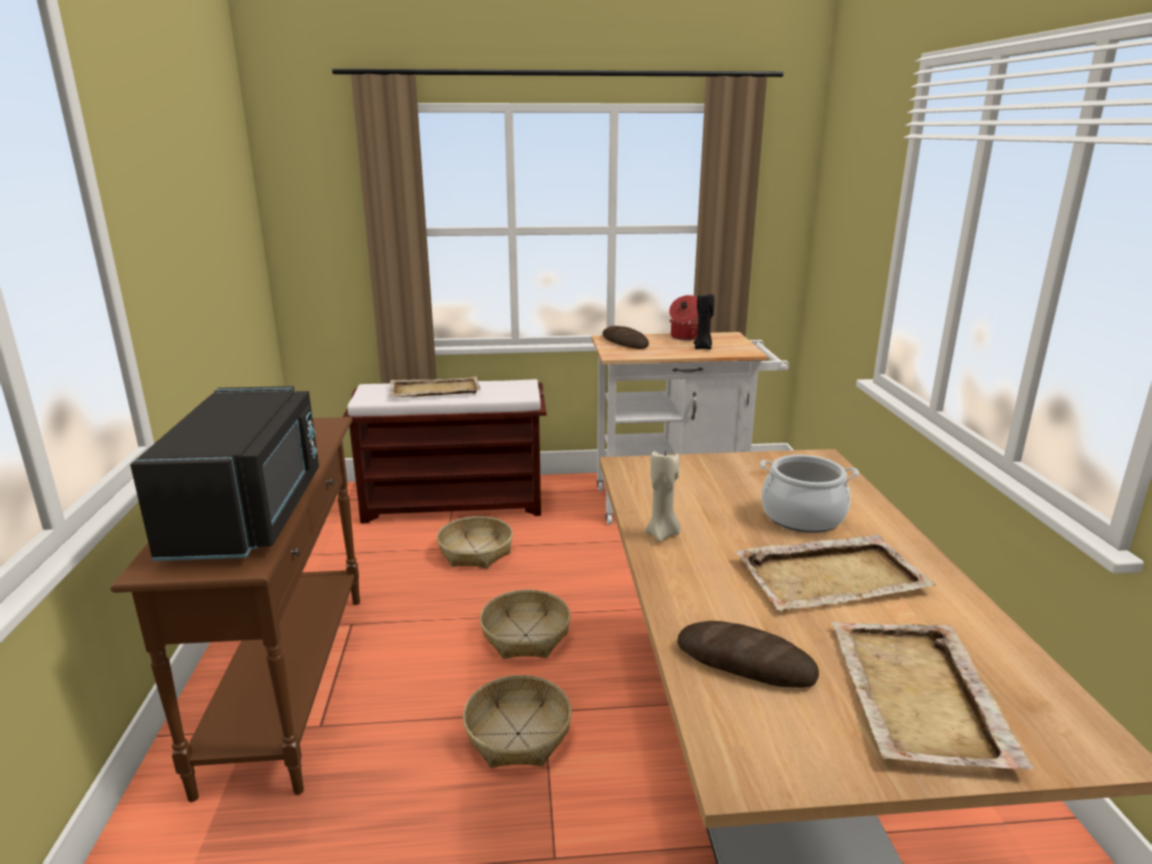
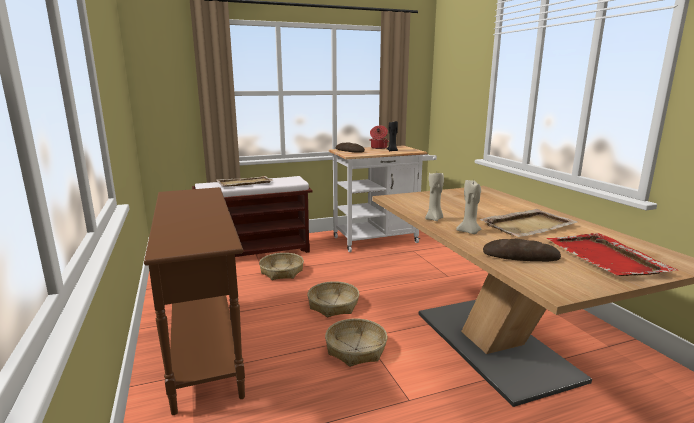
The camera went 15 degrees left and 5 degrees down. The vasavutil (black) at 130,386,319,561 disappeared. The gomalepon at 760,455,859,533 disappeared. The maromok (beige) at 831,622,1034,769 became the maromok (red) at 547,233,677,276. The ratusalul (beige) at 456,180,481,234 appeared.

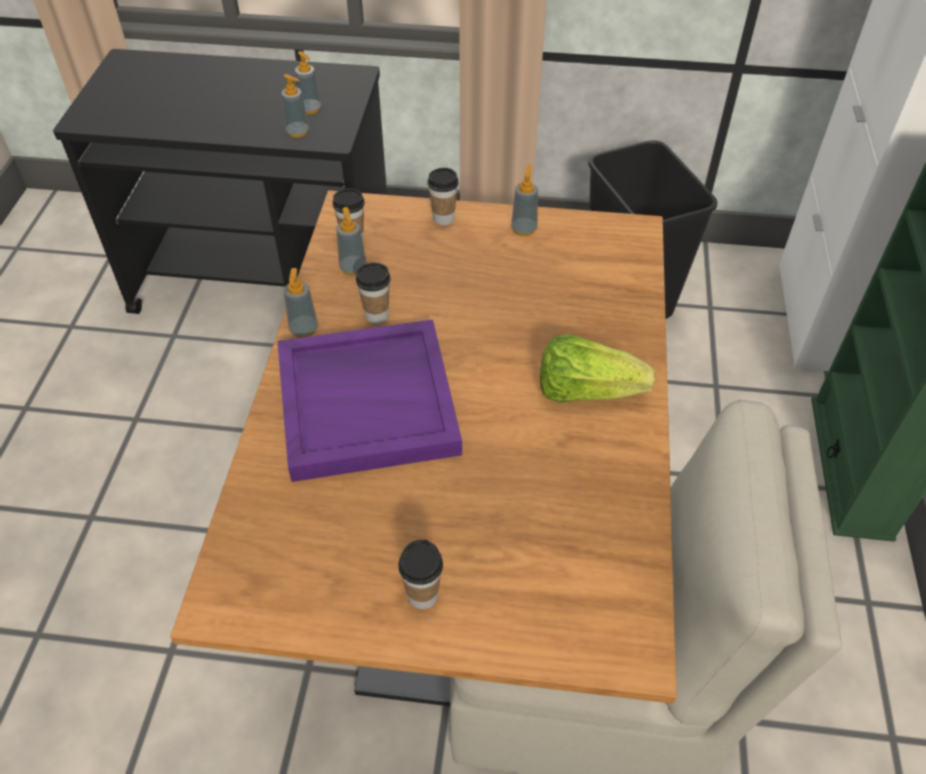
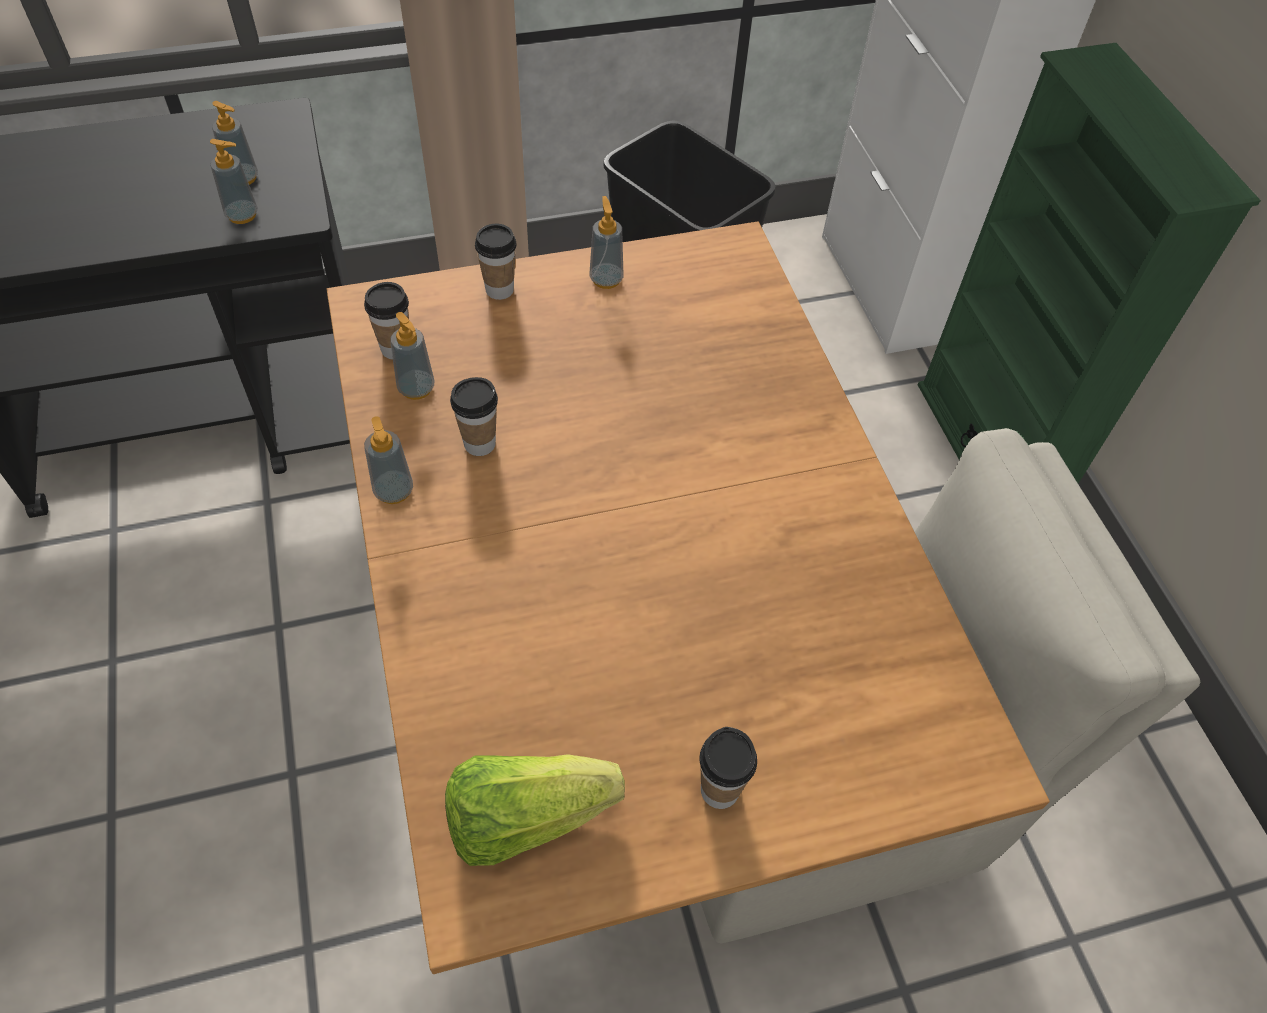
The camera went 25 degrees left and 5 degrees up. The maromok (purple) at 277,320,462,482 disappeared. The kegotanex moved from 540,334,655,402 to 445,754,625,866.

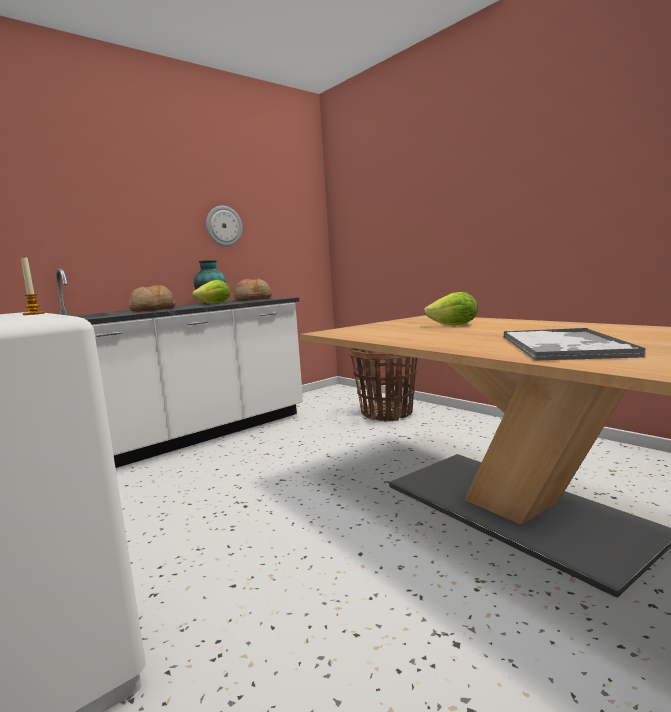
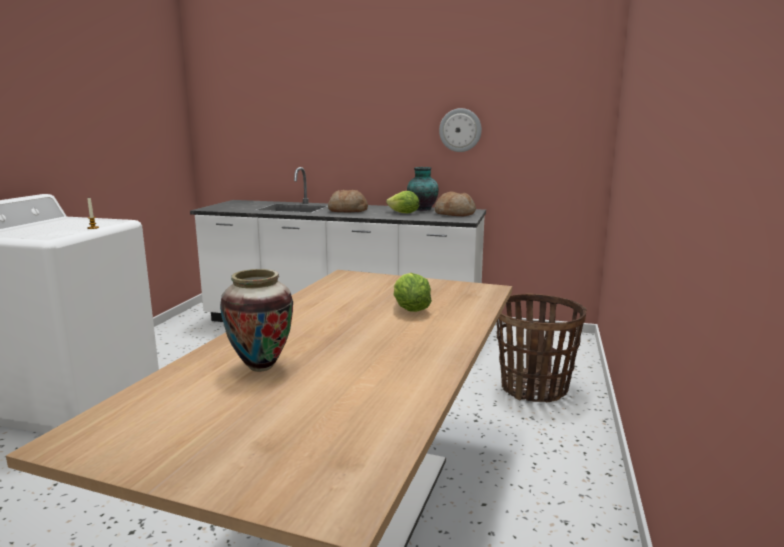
The camera went 55 degrees right and 5 degrees up. The maromok at 504,328,646,361 was replaced by the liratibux at 220,269,293,372.

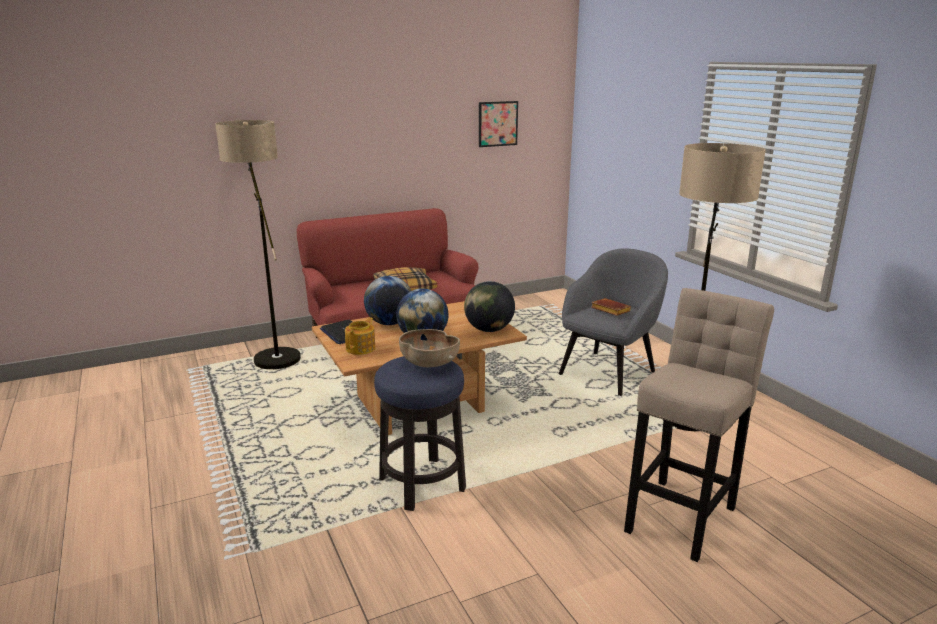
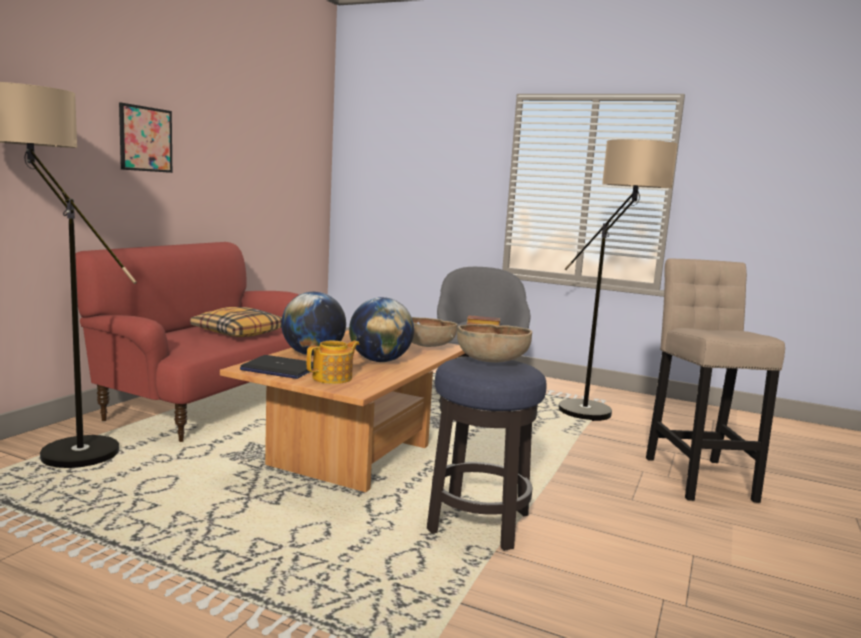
The camera went 40 degrees left and 10 degrees down. The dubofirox moved from 479,101,518,147 to 119,103,172,173. The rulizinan at 464,281,515,332 was replaced by the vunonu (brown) at 412,317,458,347. The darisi at 345,317,375,355 turned 60 degrees clockwise.

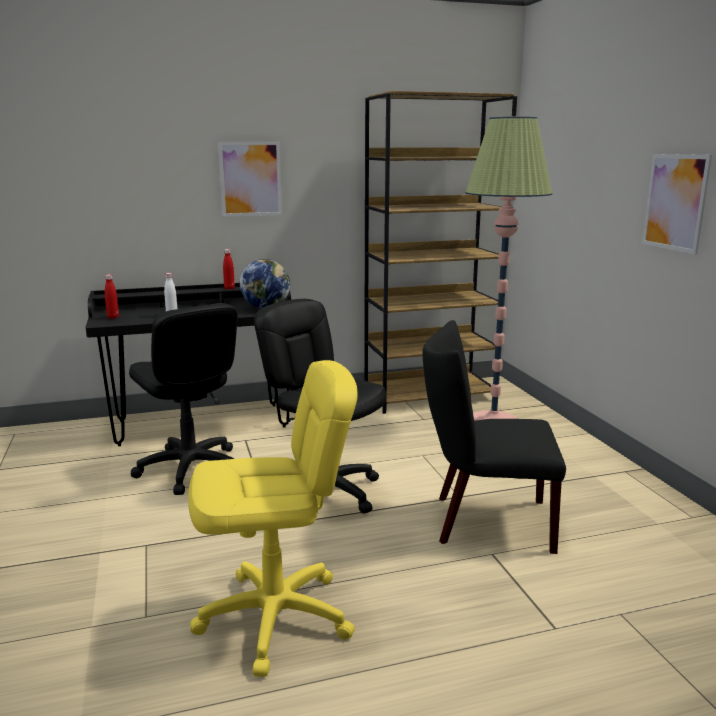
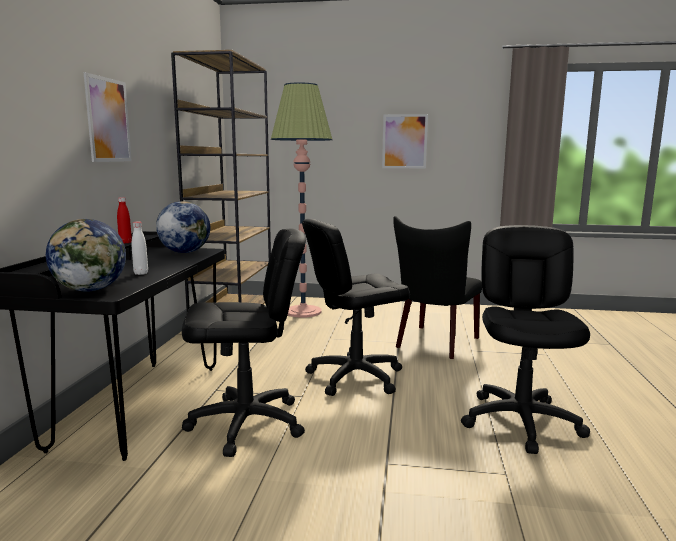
The camera went 65 degrees left and 5 degrees down. The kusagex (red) at 105,274,119,319 was replaced by the rulizinan at 46,219,126,291. The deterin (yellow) at 188,360,358,677 became the deterin (black) at 461,225,590,454.

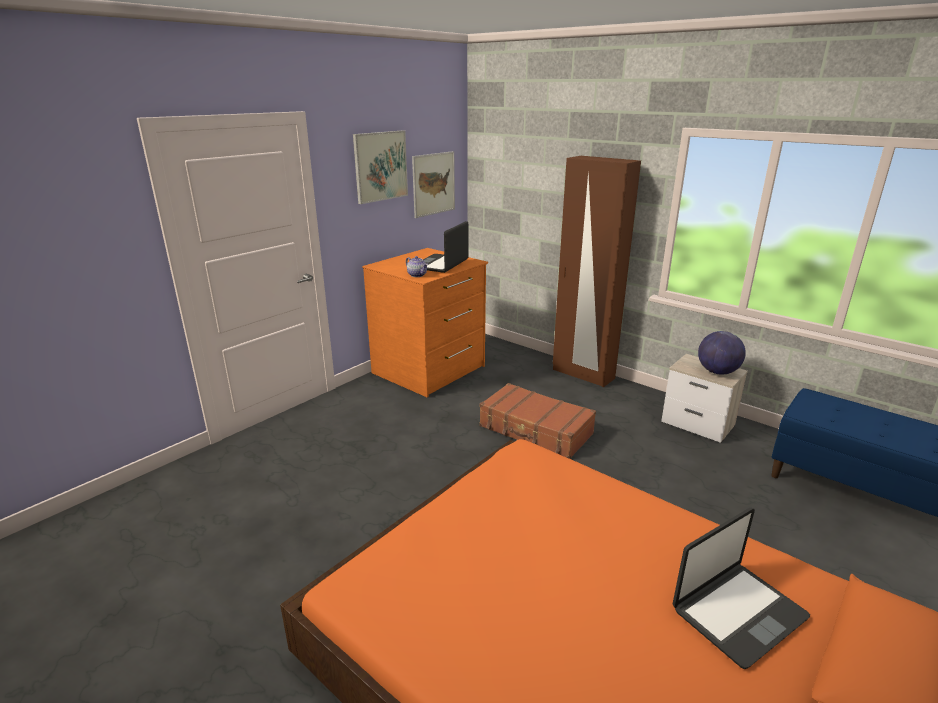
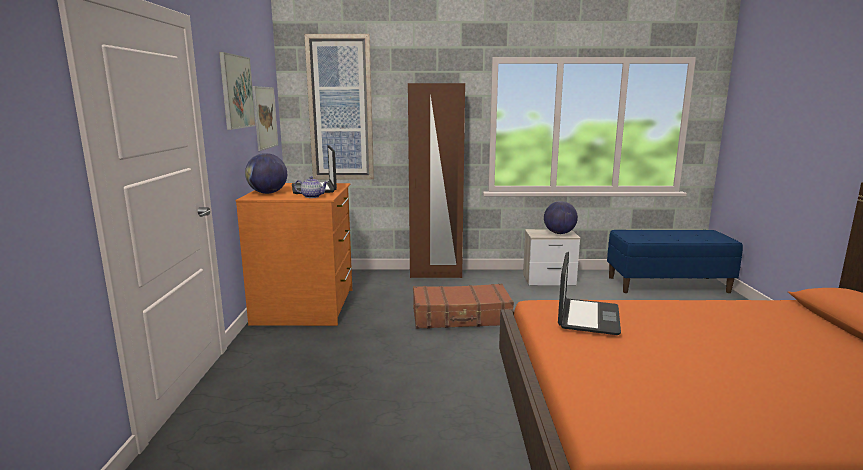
The camera went 40 degrees left and 10 degrees down. The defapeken moved from 673,508,810,669 to 558,252,621,335. The dubofirox at 304,34,374,180 appeared. The rulizinan at 245,153,287,194 appeared.

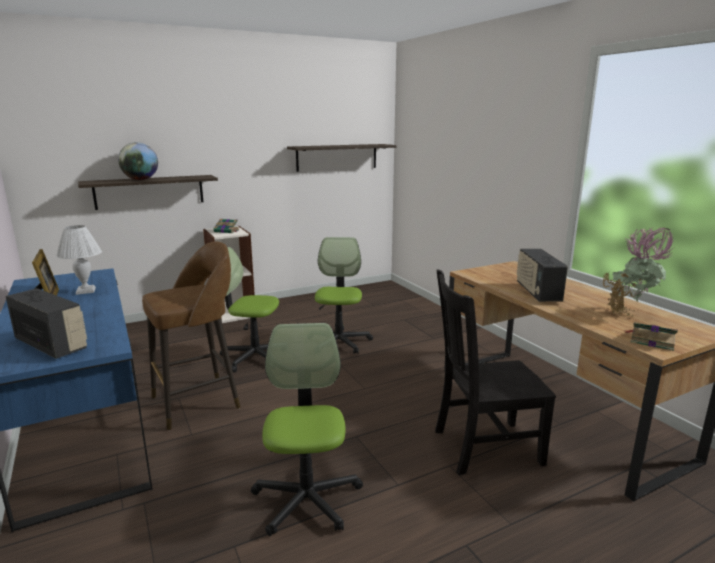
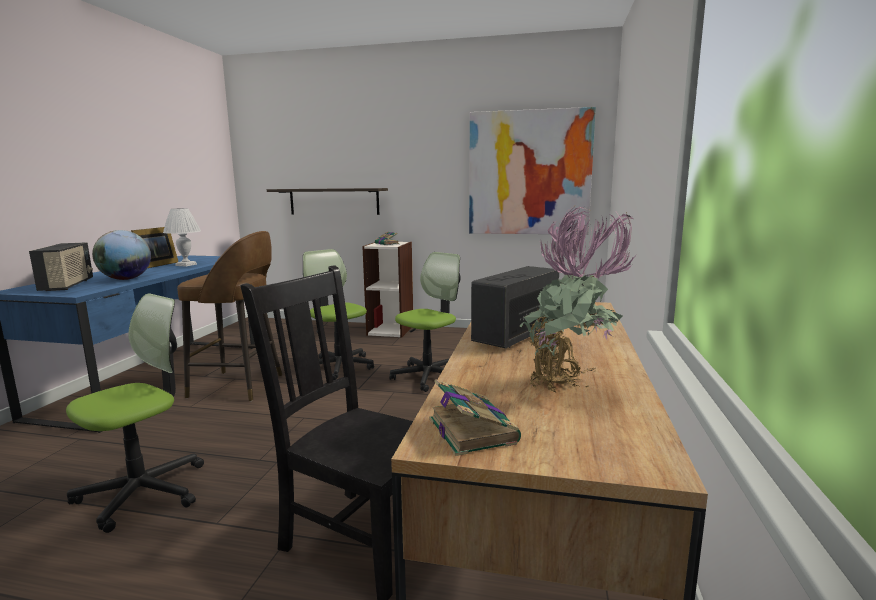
The camera went 40 degrees right and 5 degrees down. The rulizinan moved from 118,142,158,180 to 92,230,151,280. The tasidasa at 287,144,397,172 was replaced by the dubofirox at 469,107,596,235.

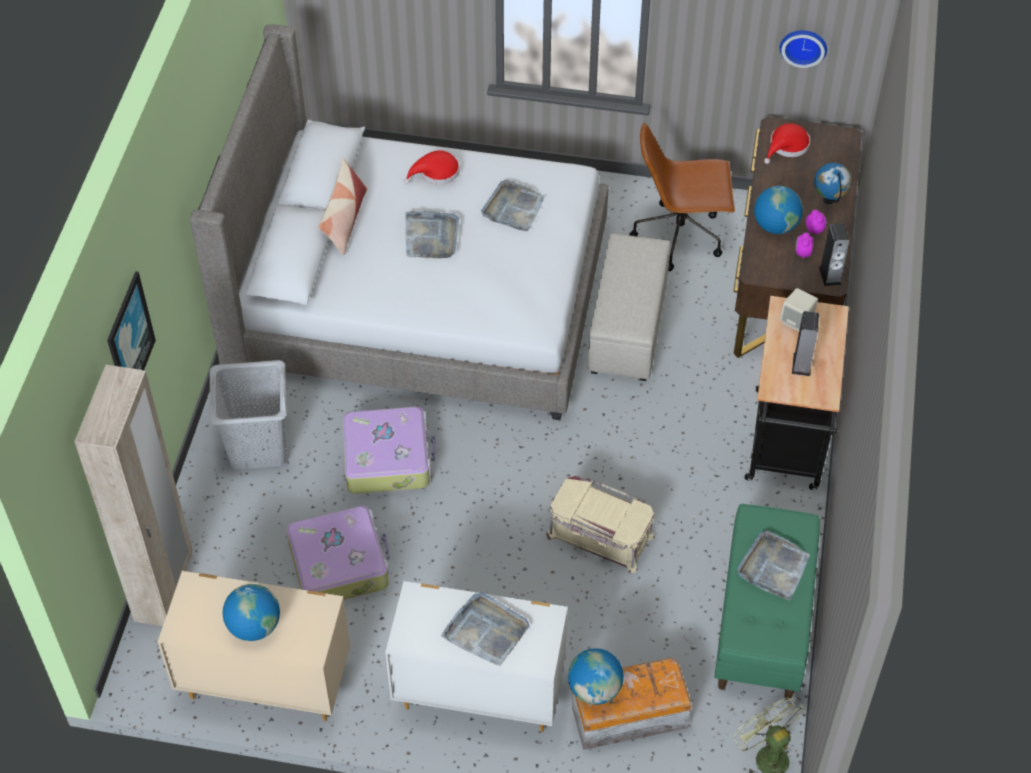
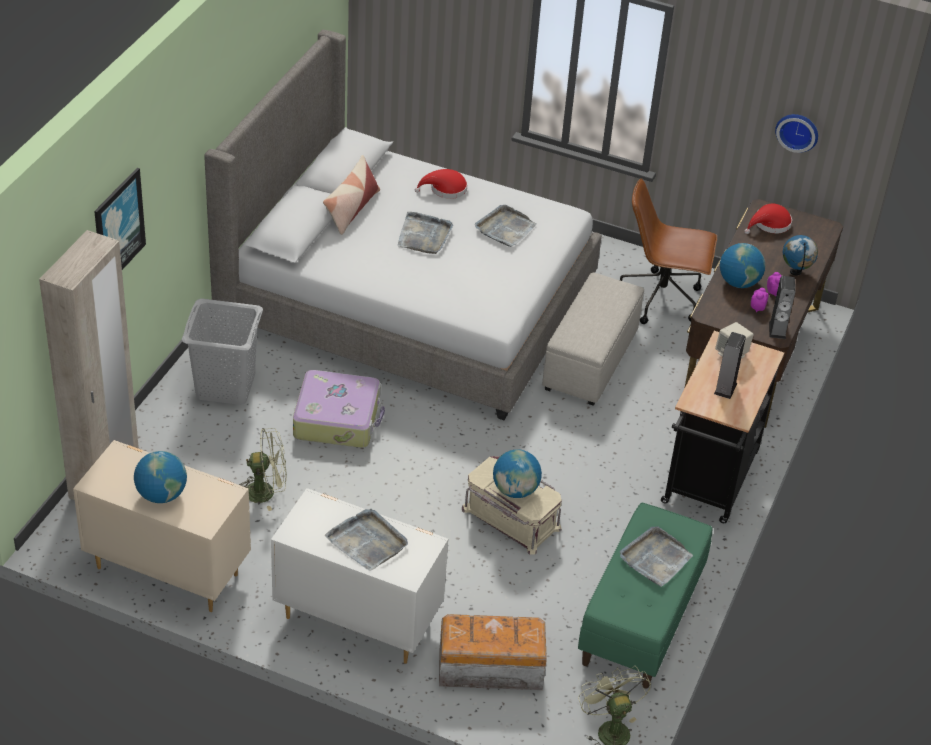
The camera went 10 degrees right and 10 degrees down. The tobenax at 286,506,390,600 was replaced by the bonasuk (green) at 239,428,287,511. The rulizinan moved from 568,648,624,705 to 493,450,542,498.

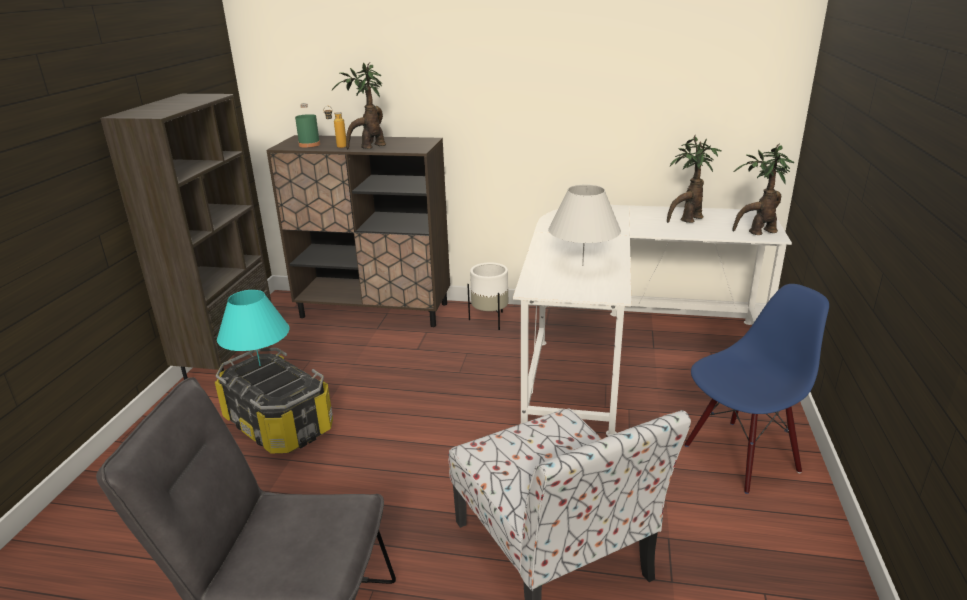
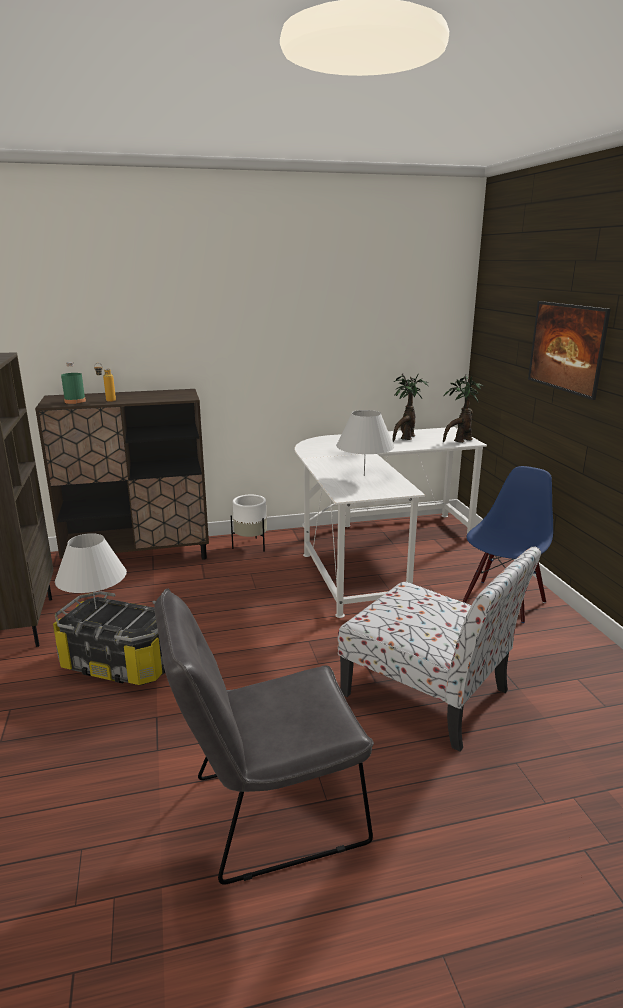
The camera went 25 degrees left and 5 degrees down. The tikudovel at 332,63,386,149 disappeared. The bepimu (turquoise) at 217,290,289,366 became the bepimu (white) at 55,533,127,609. The dubofirox at 528,301,611,400 appeared.

